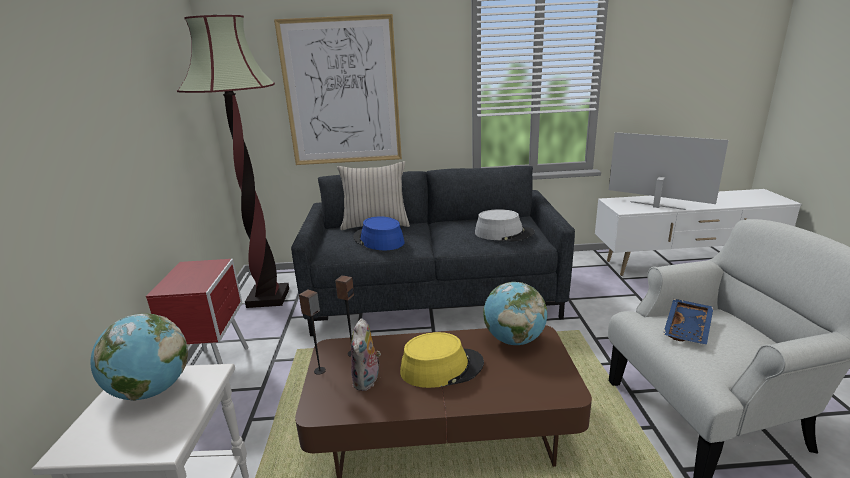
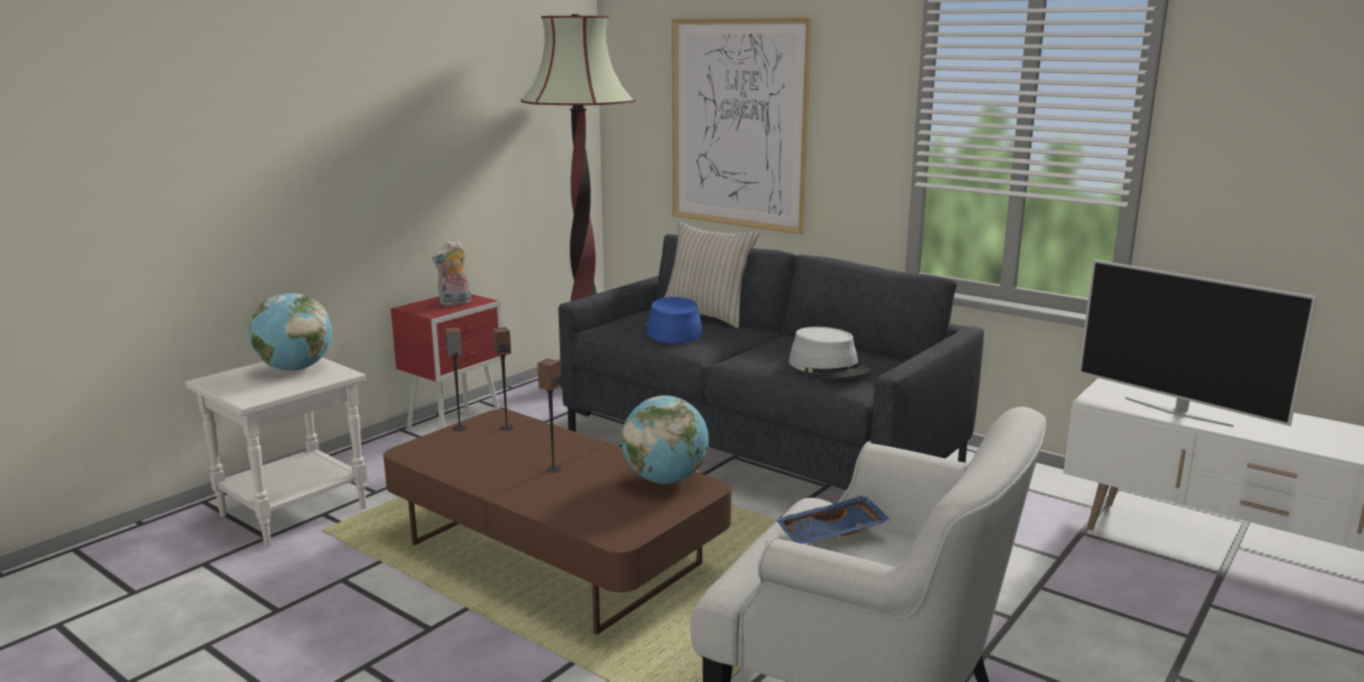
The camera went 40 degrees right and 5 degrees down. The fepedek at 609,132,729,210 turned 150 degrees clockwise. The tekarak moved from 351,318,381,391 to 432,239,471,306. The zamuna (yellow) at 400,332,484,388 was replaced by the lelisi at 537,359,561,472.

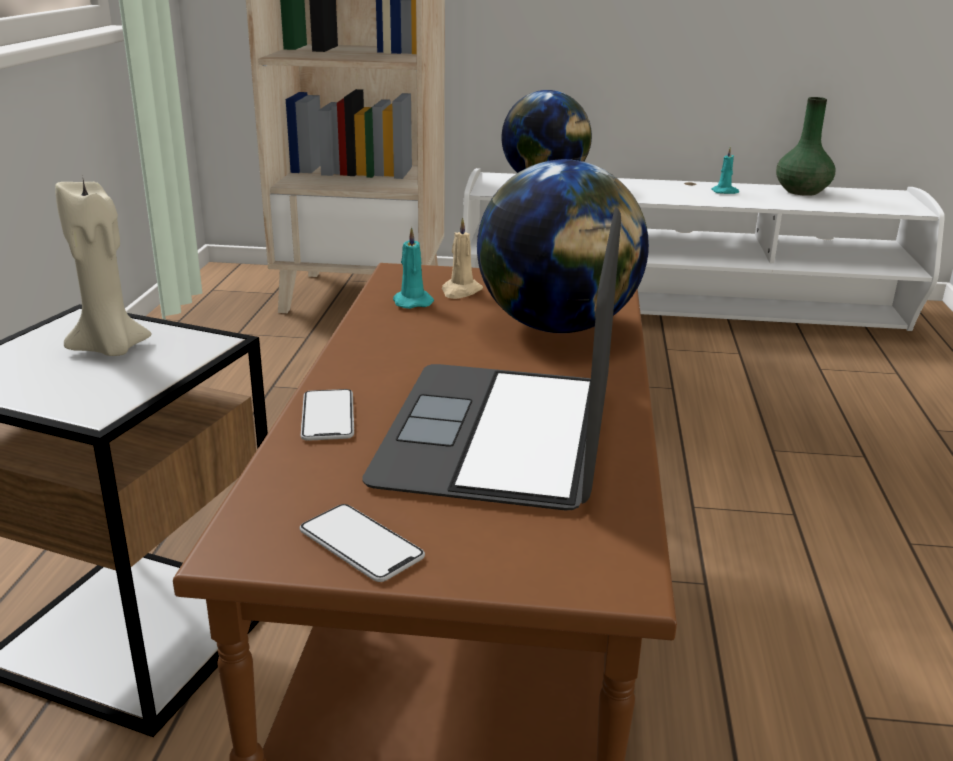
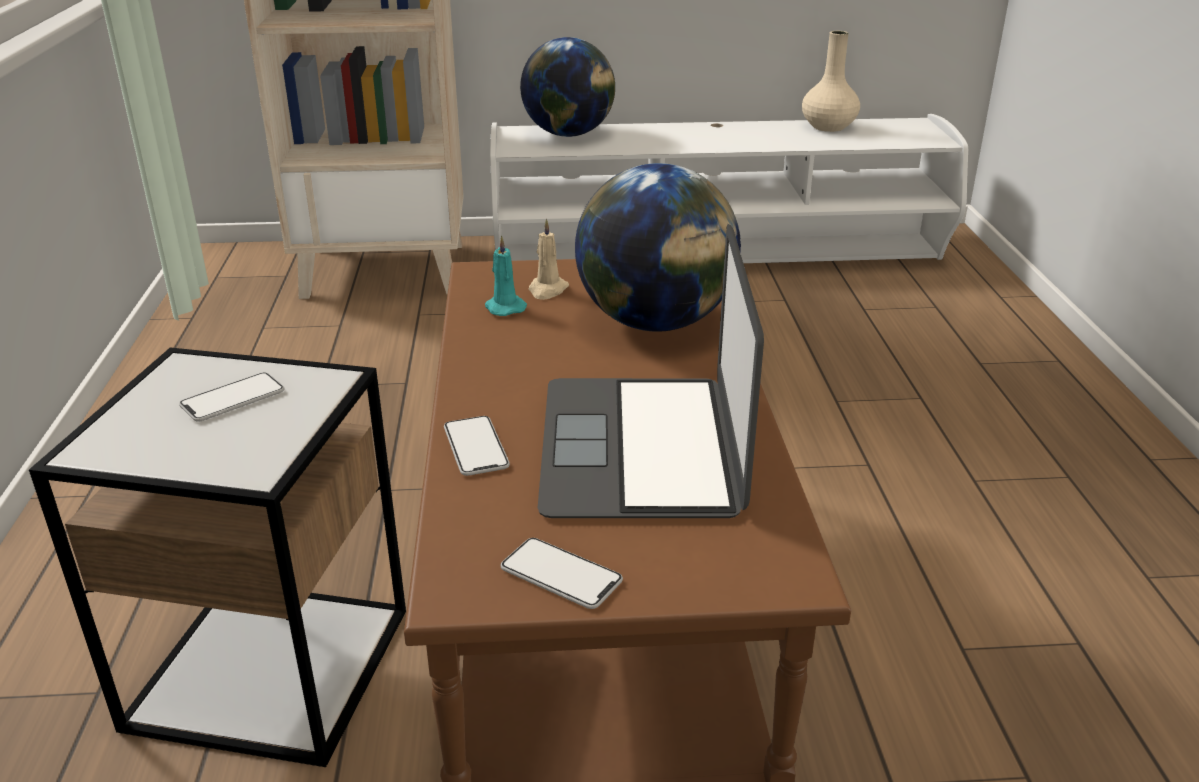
The camera went 10 degrees left and 5 degrees up. The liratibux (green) at 776,97,836,196 became the liratibux (beige) at 802,31,860,132. The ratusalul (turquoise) at 711,146,739,194 disappeared. The ratusalul (beige) at 55,180,152,356 was replaced by the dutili at 179,373,285,422.

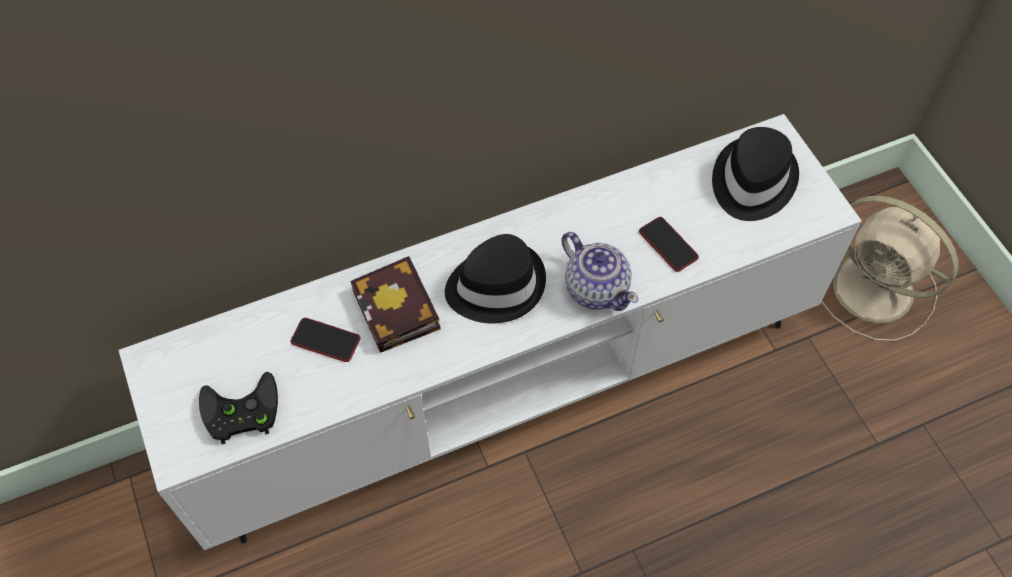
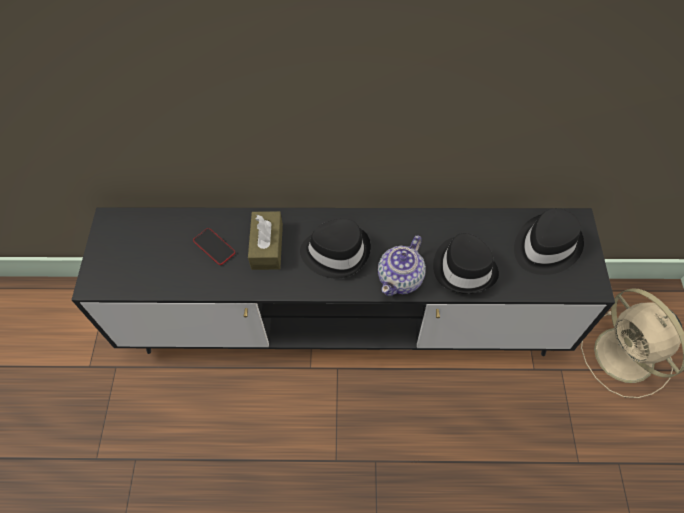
The camera went 25 degrees right and 0 degrees up. The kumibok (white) at 118,114,862,550 became the kumibok (black) at 72,207,615,356. The dutili at 639,217,699,272 was replaced by the zamuna (black) at 433,233,499,294. The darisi at 561,232,638,311 turned 45 degrees clockwise. The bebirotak at 350,256,441,353 was replaced by the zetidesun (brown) at 248,211,283,270. The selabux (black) at 199,372,278,444 disappeared.

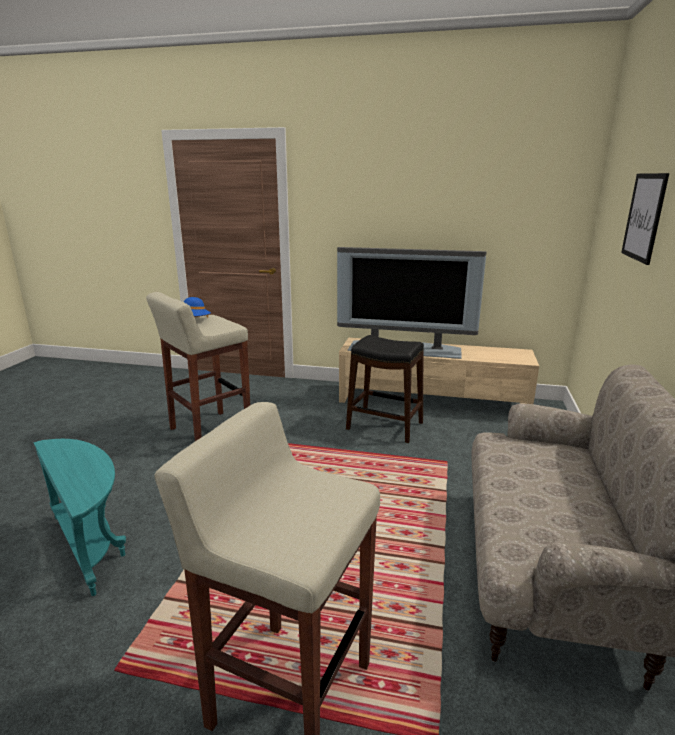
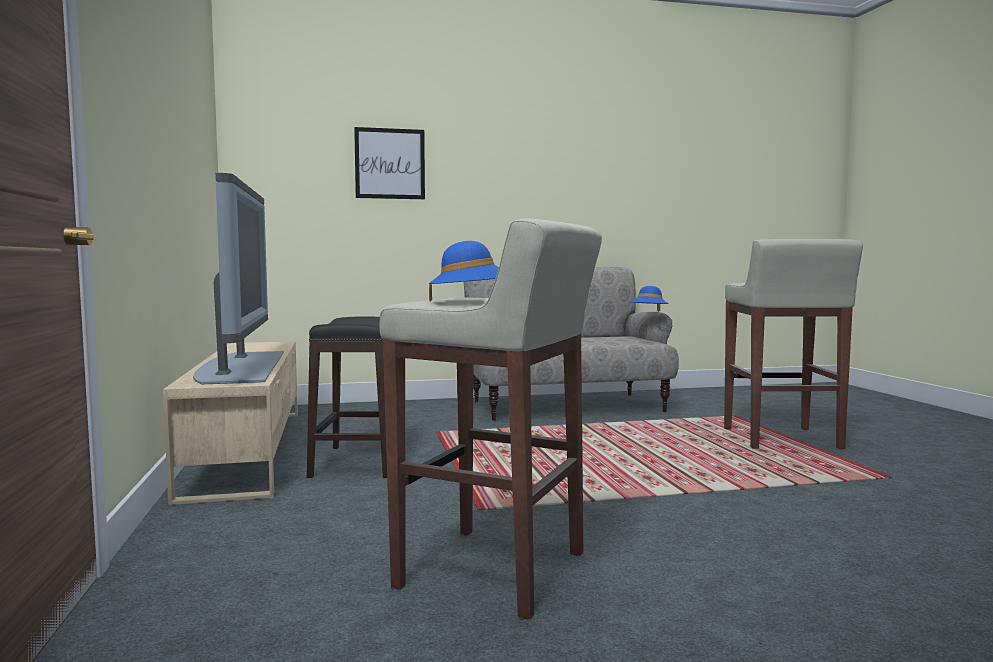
The camera went 115 degrees left and 15 degrees down. The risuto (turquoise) at 33,439,126,596 disappeared. The zamuna (blue) at 630,286,669,312 appeared.

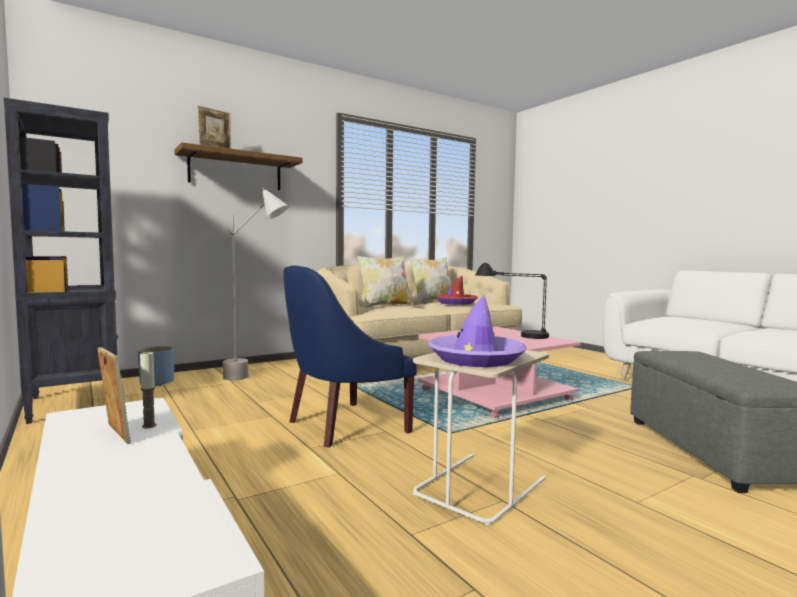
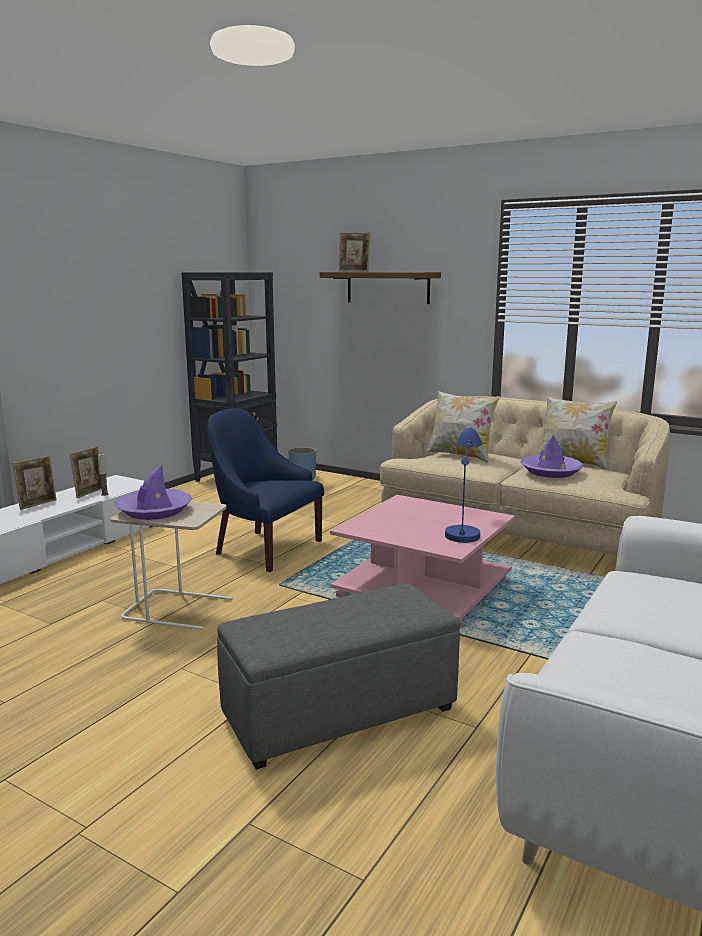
The camera went 65 degrees right and 10 degrees up. The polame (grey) at 223,188,289,380 disappeared. The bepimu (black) at 475,263,549,339 became the bepimu (blue) at 445,428,483,543. The zamuna (red) at 435,276,478,305 became the zamuna (purple) at 520,435,583,478. The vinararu at 13,455,57,510 appeared.

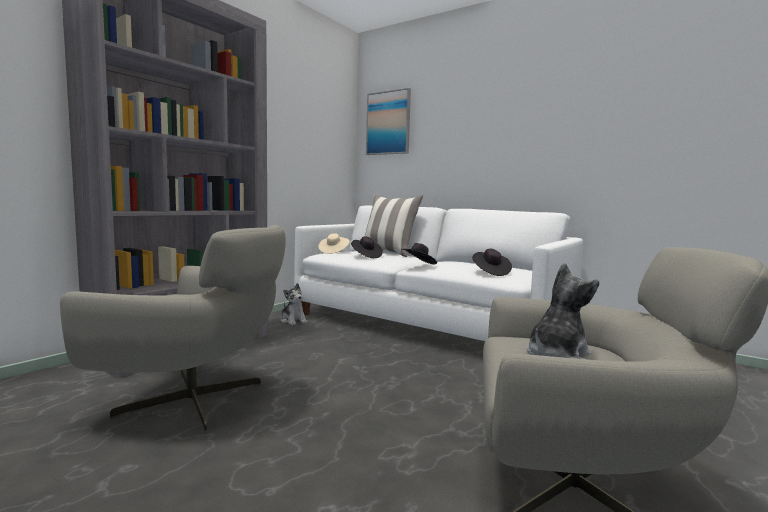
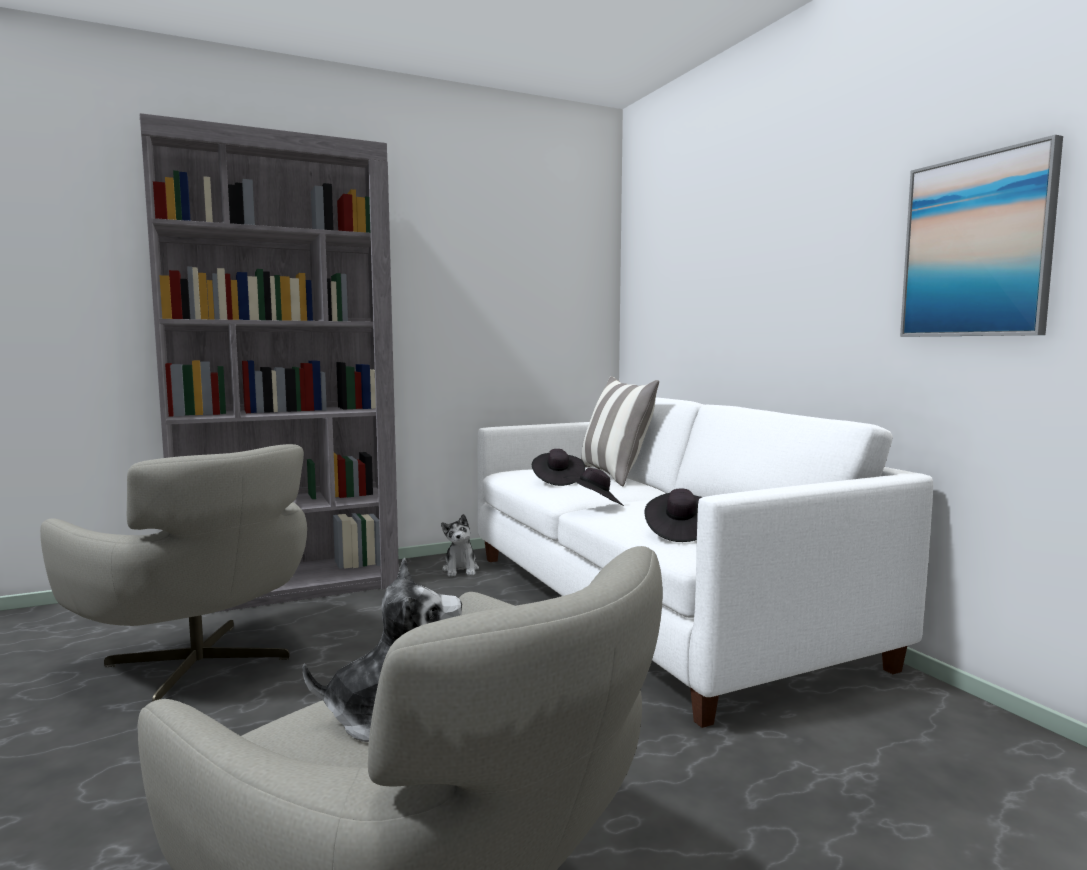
The camera went 30 degrees right and 0 degrees up. The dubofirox moved from 366,88,411,155 to 900,135,1063,337. The zamuna (beige) at 318,233,350,254 disappeared.

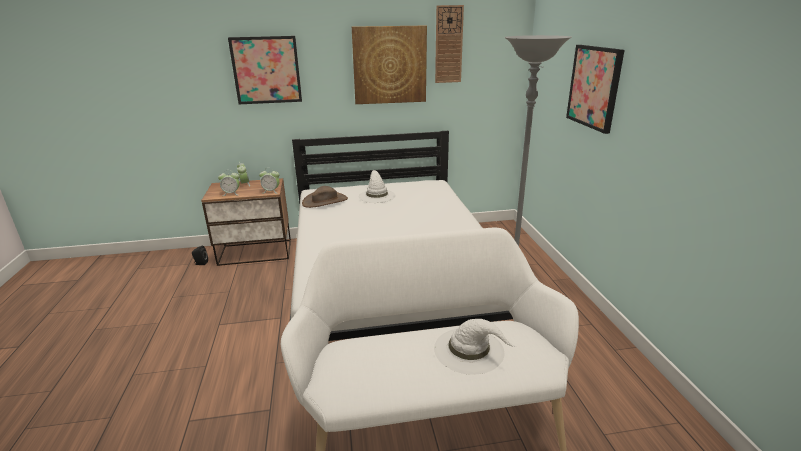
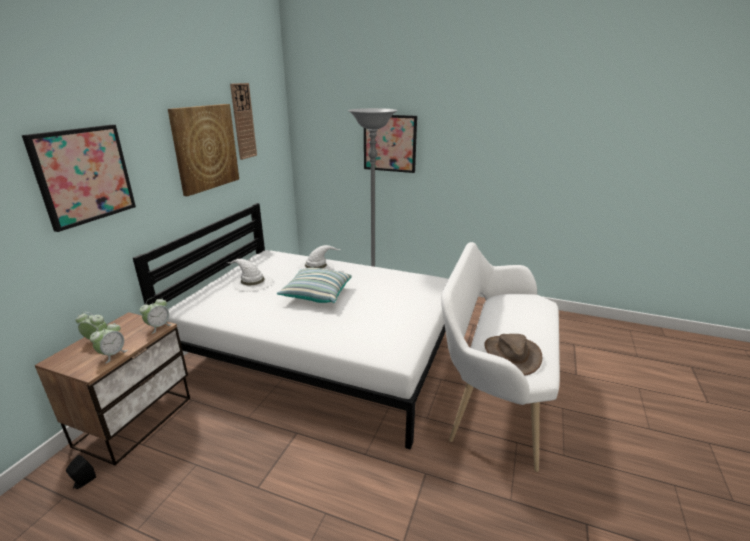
The camera went 60 degrees left and 0 degrees up. The zamuna (brown) moved from 302,186,348,208 to 485,334,542,376. The zamuna (white) moved from 434,319,516,375 to 298,245,341,271. The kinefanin at 277,268,352,303 appeared.

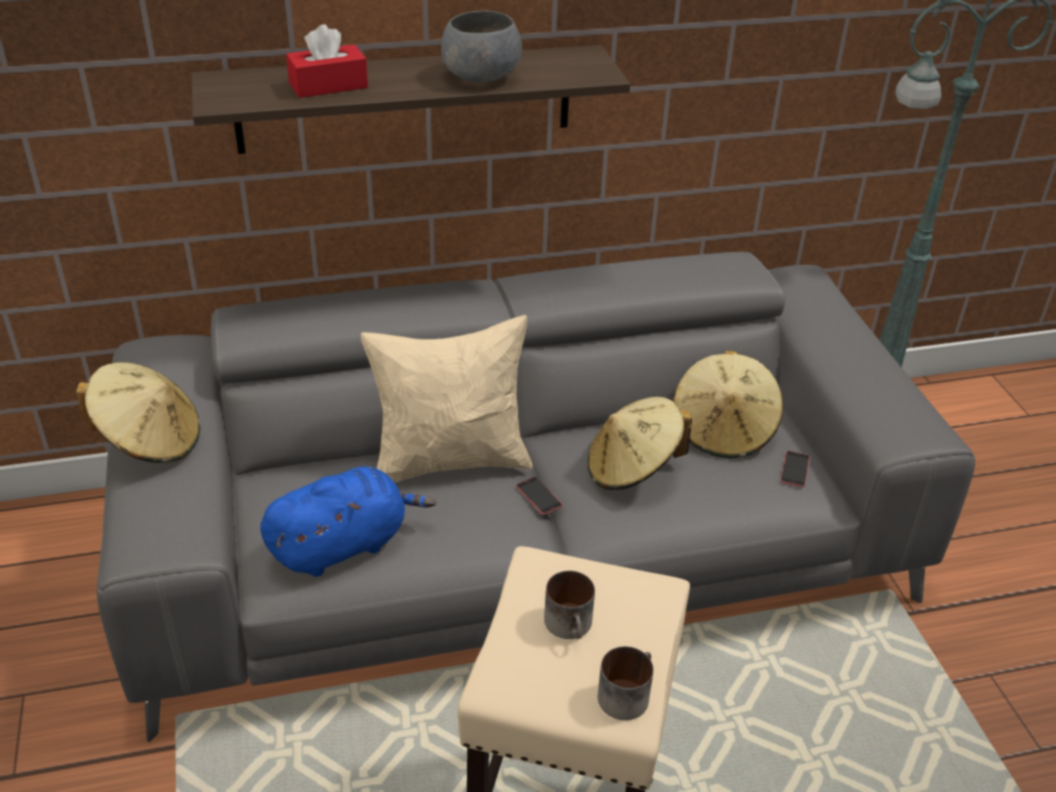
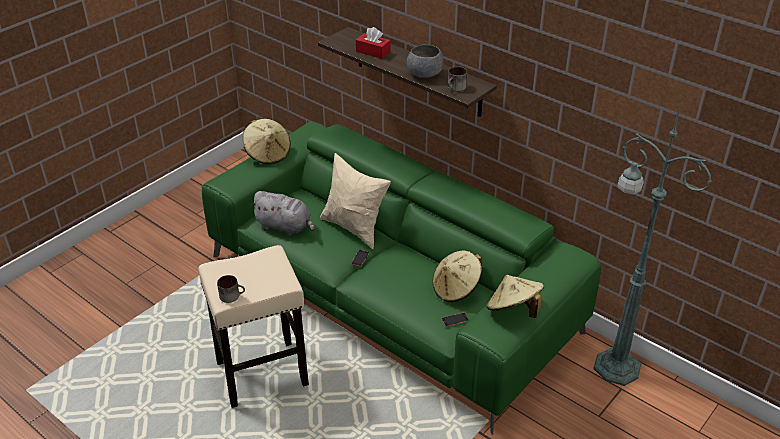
The camera went 55 degrees right and 0 degrees up. The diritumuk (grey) at 97,252,975,742 became the diritumuk (green) at 202,121,601,435. The zamuna (beige) moved from 588,397,692,490 to 486,275,544,318. The tekarak (blue) at 260,466,436,577 became the tekarak (grey) at 250,191,315,235. The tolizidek moved from 544,571,595,639 to 448,67,467,91.

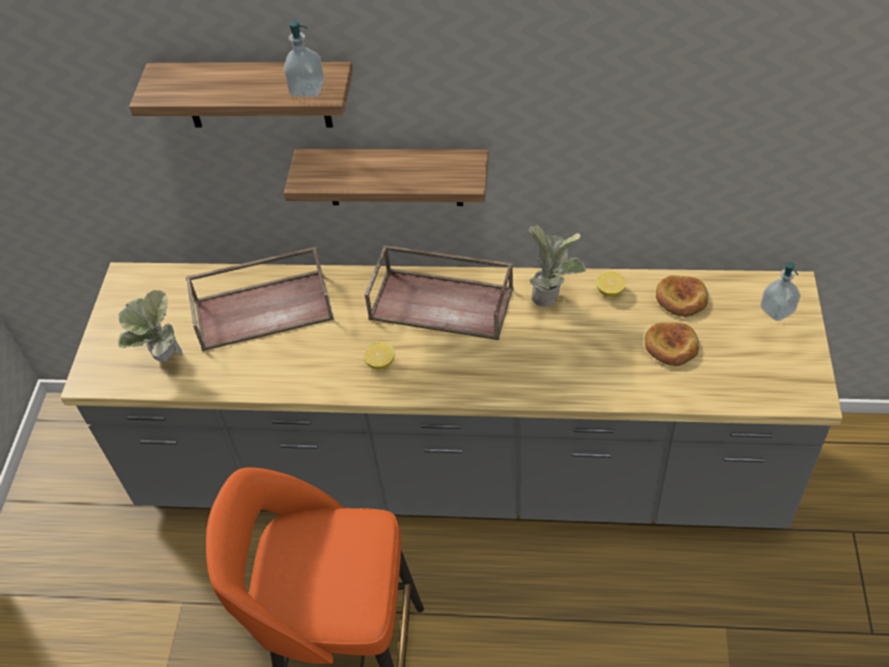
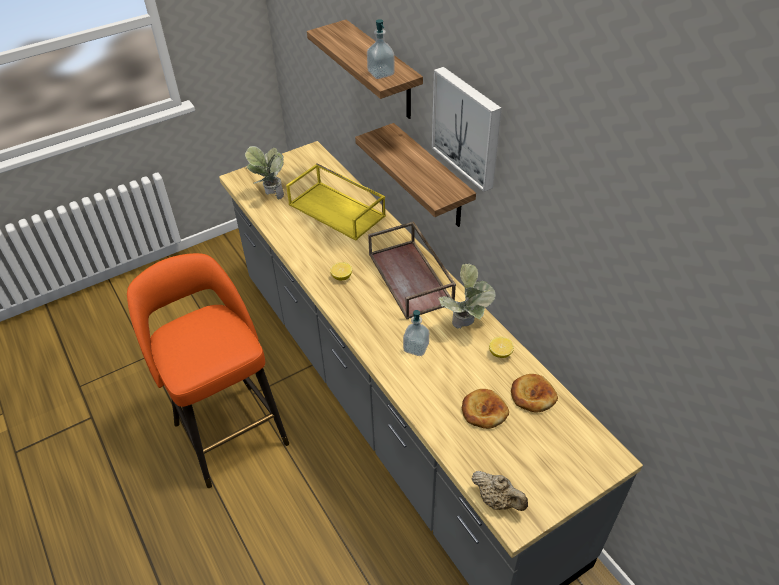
The camera went 50 degrees right and 5 degrees down. The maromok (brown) at 186,247,334,351 became the maromok (yellow) at 286,163,386,241. The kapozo moved from 760,262,801,321 to 403,310,429,356. The dubofirox at 432,67,502,192 appeared. The darisi (beige) at 472,471,528,511 appeared.

